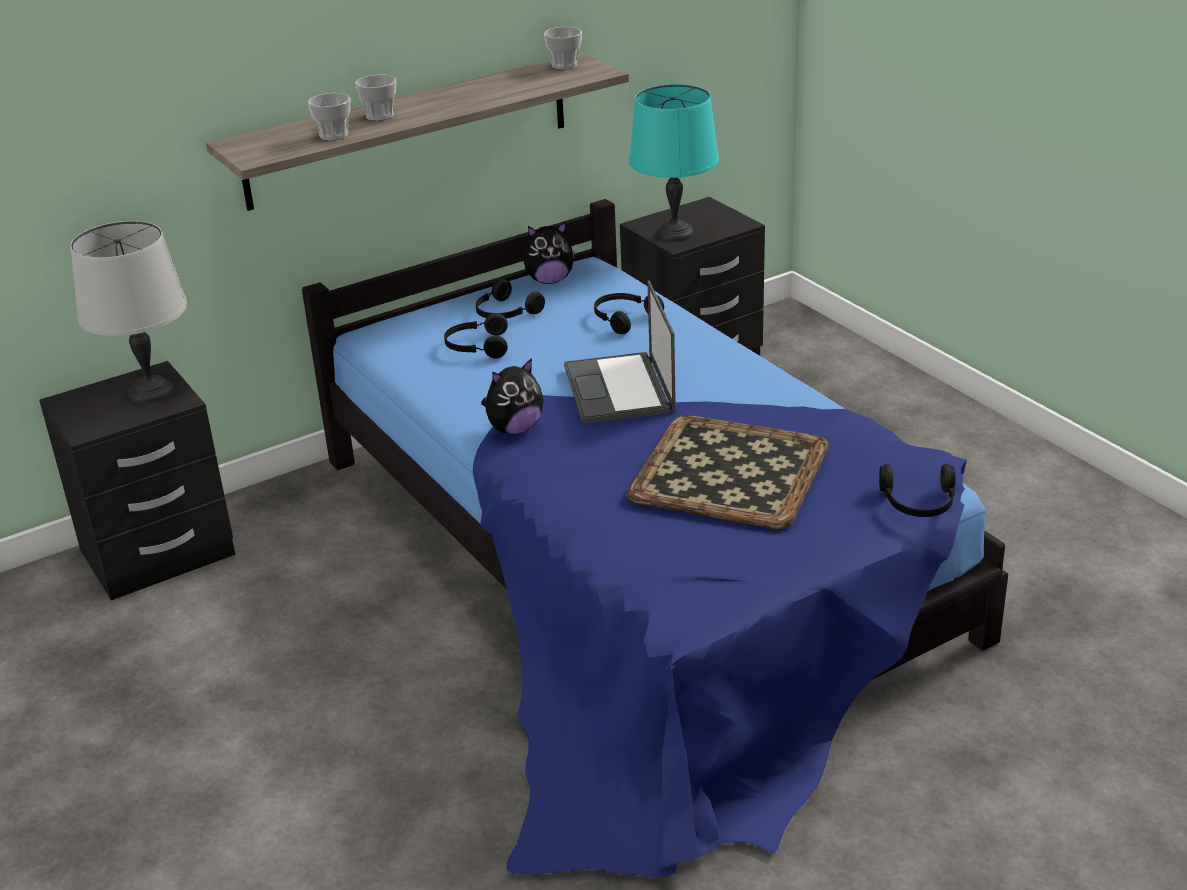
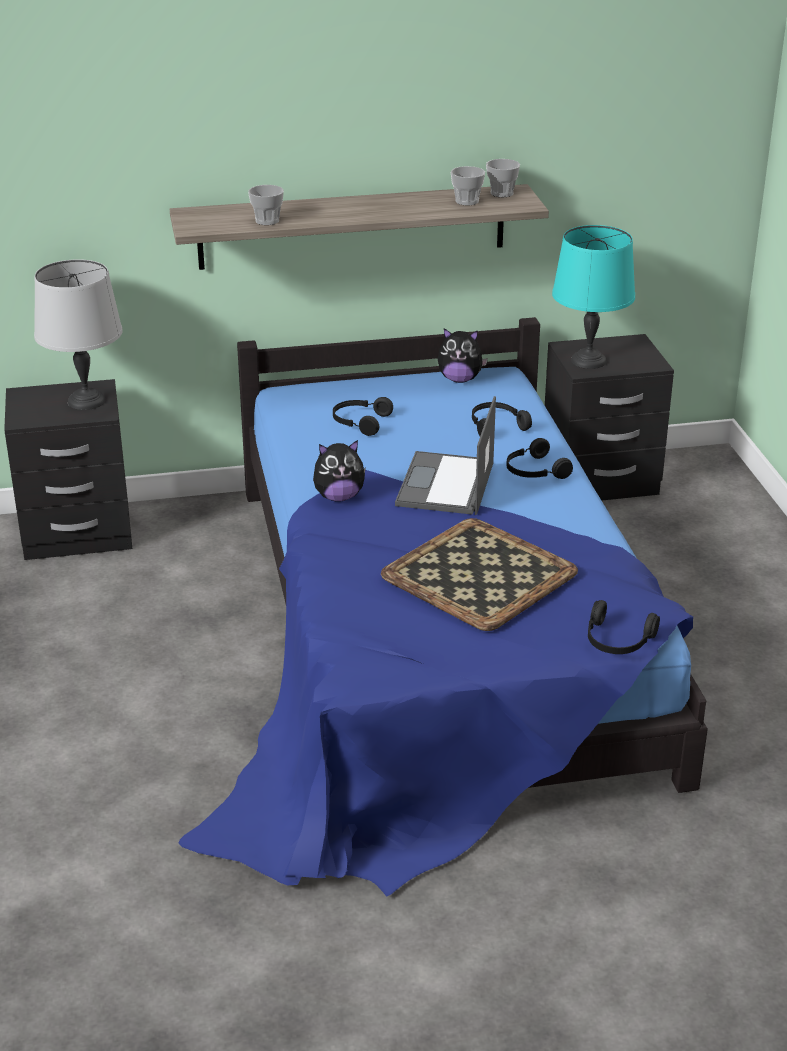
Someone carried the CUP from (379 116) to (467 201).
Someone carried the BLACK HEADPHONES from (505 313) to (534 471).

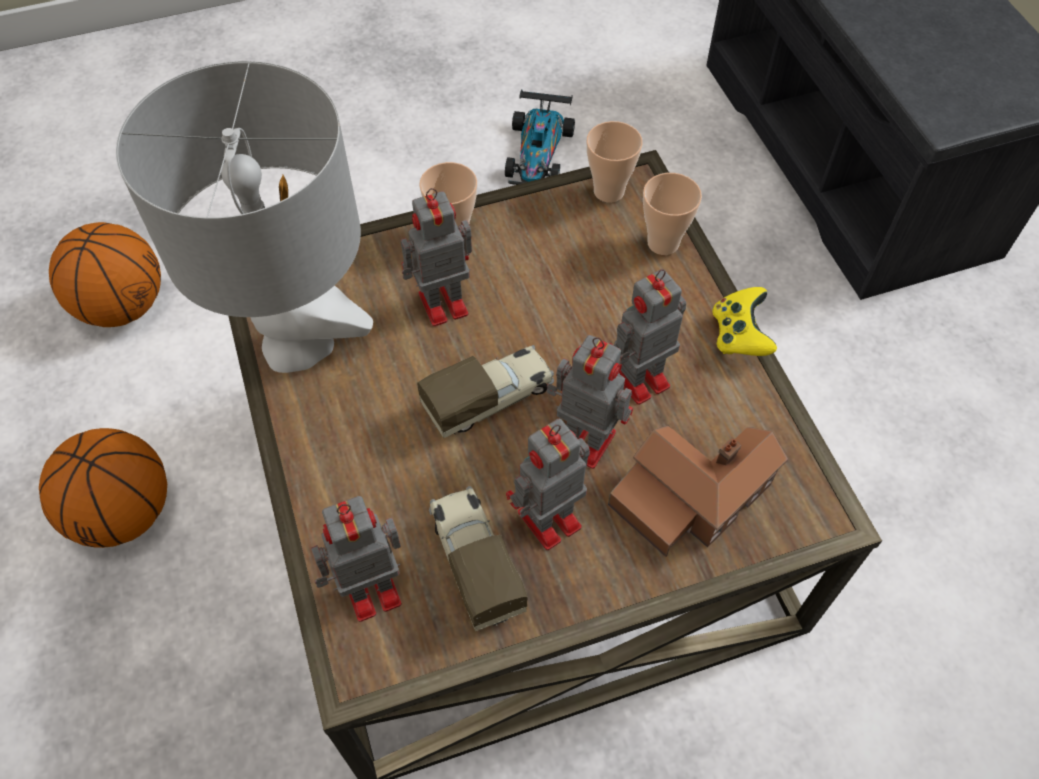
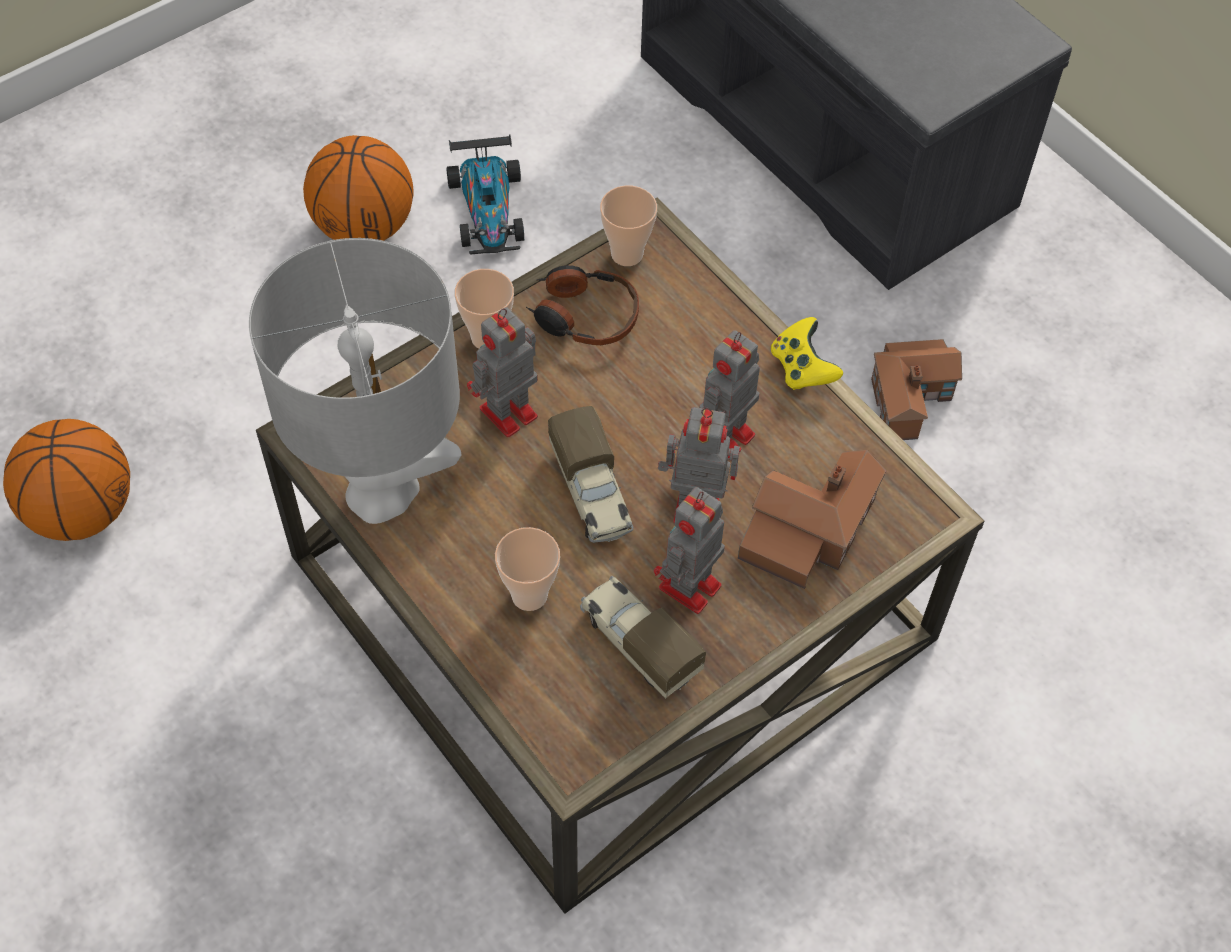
Someone carried the CUP from (663 243) to (529 595).
Someone rotated the TOY TRUCK at (490 398) by 120 degrees clockwise.
Someone carried the BASKETBALL from (124 513) to (364 227).
Someone took away the TOY ROBOT at (368 591).
Someone put down the HEADPHONES at (584 315).
Someone put down the TOY HOUSE at (910 395).

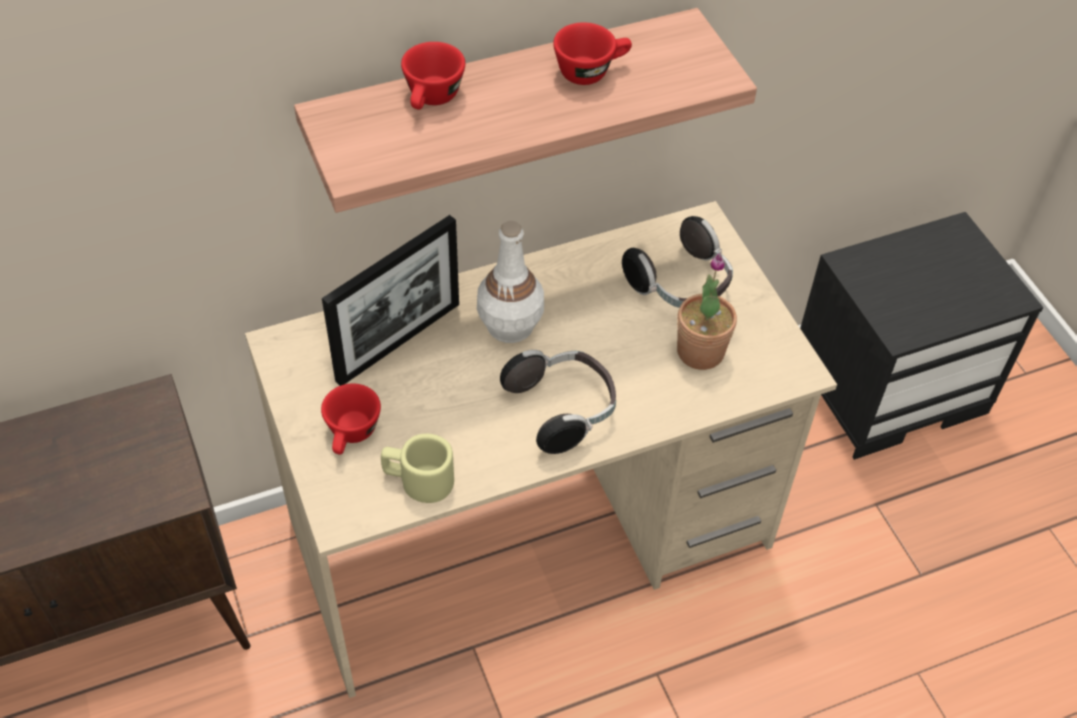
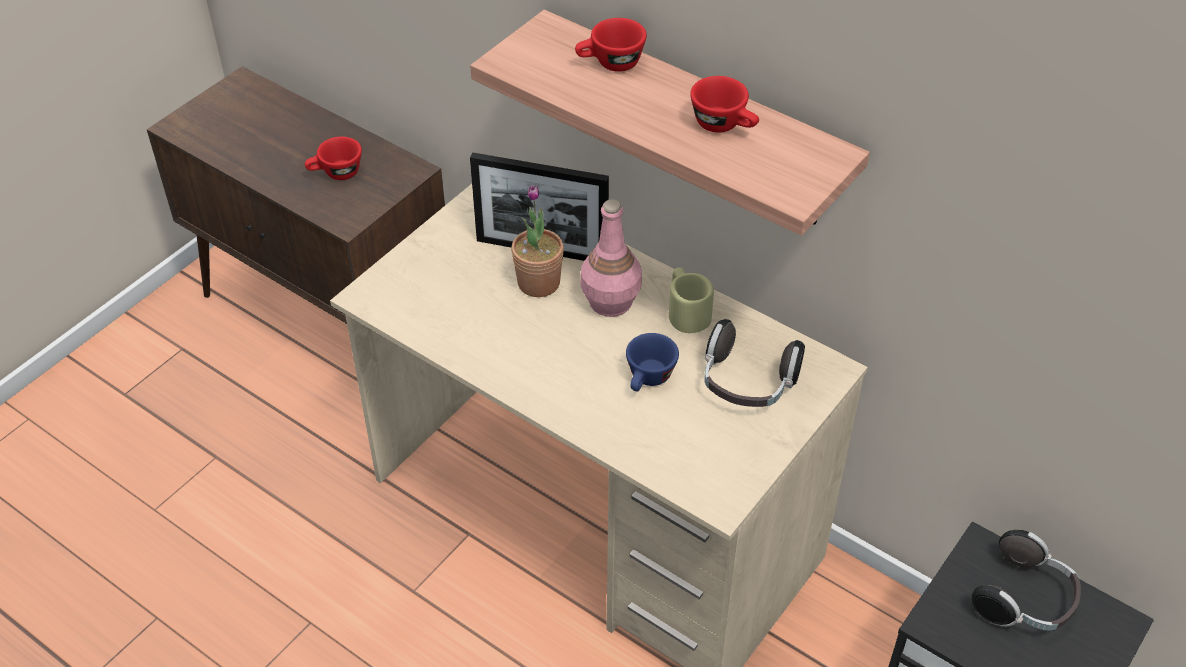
Someone repainted the WHITE BOTTLE at (509 325), which became the PINK BOTTLE at (610 301).
Someone carried the POTTED PLANT from (700 351) to (538 283).
Someone carried the HEADPHONES from (563 409) to (1025 600).
Someone carried the RED CUP from (352 435) to (336 173).
Someone carried the BEIGE MUG from (418 480) to (686 312).
Someone put down the BLUE CUP at (648 379).

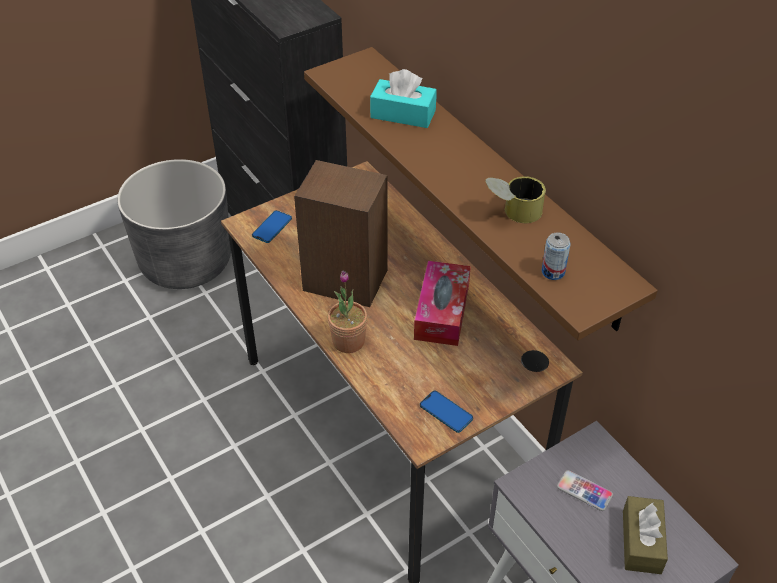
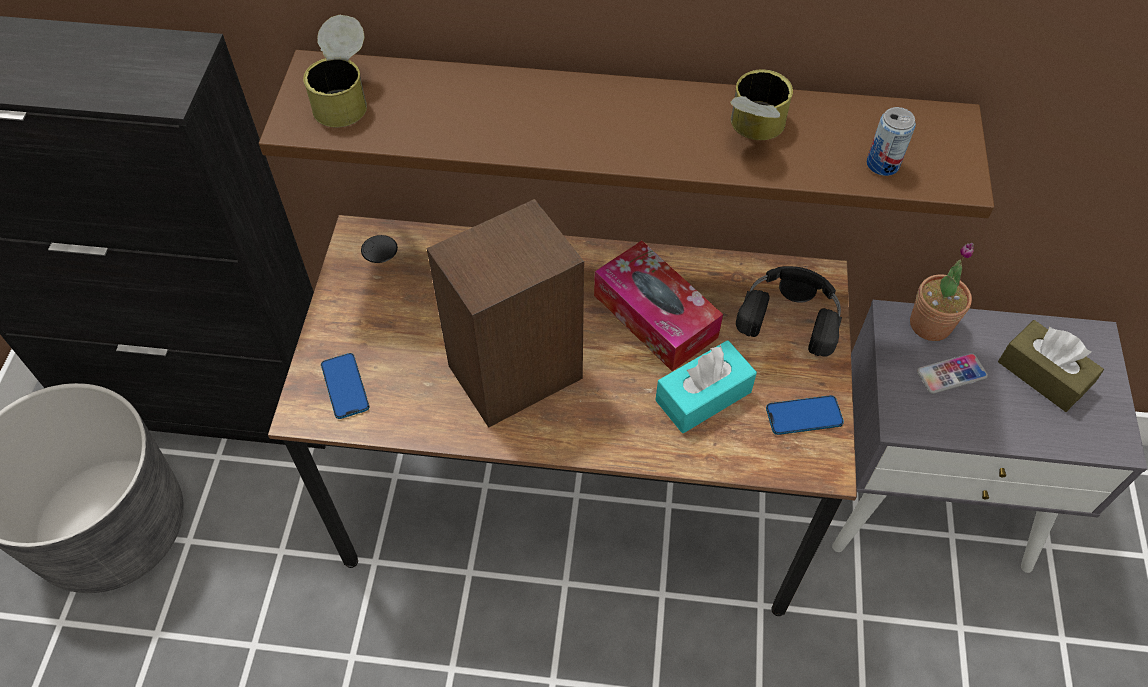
Someone carried the TURQUOISE TISSUE BOX from (403 114) to (703 396).
Someone carried the POTTED PLANT from (348 341) to (930 324).
Someone put down the CAN at (345 96).
Someone put down the BLACK HEADPHONES at (791 312).

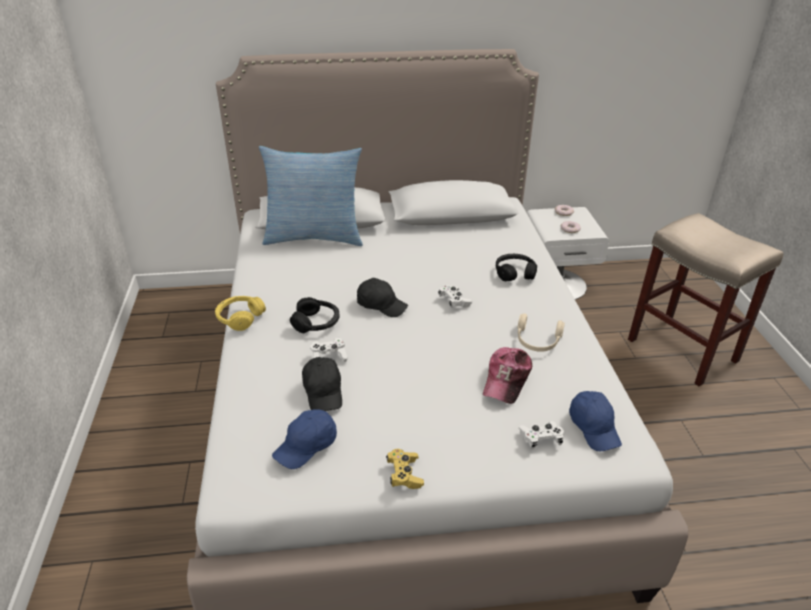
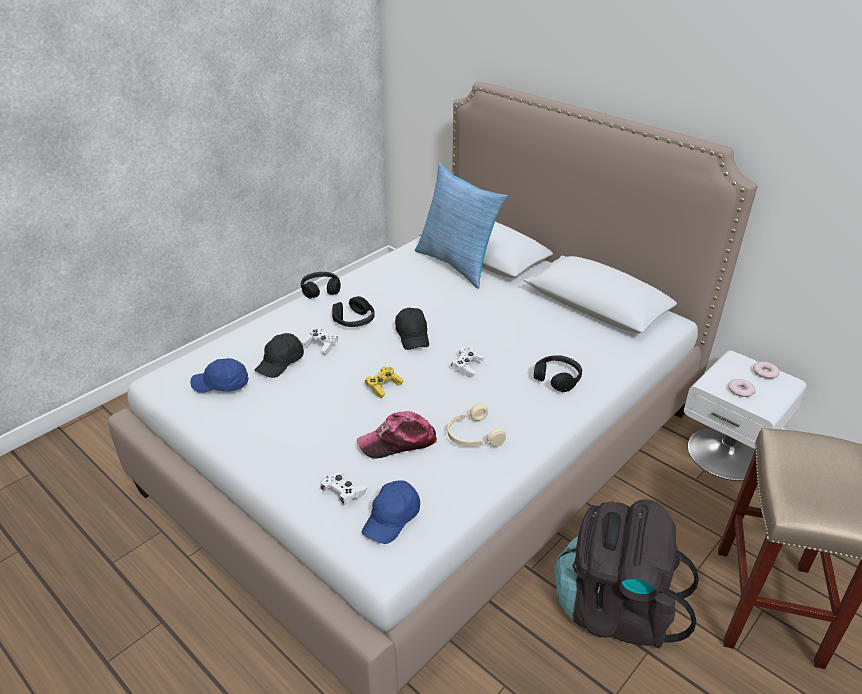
Someone repainted the YELLOW HEADPHONES at (240 318), which became the BLACK HEADPHONES at (321 290).
Someone carried the YELLOW GAME CONTROLLER from (404 474) to (383 387).
Someone put down the BLACK BACKPACK at (615 608).

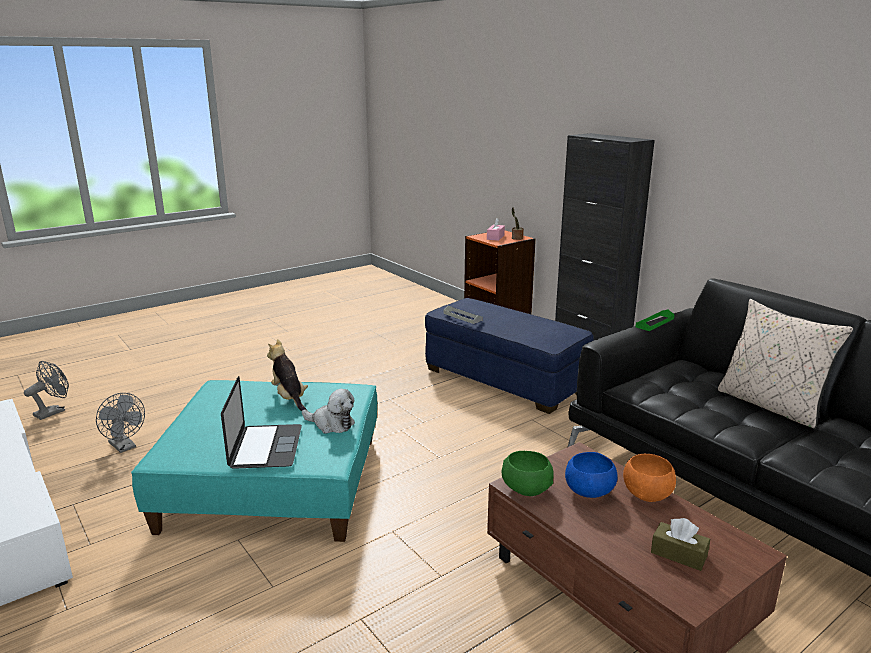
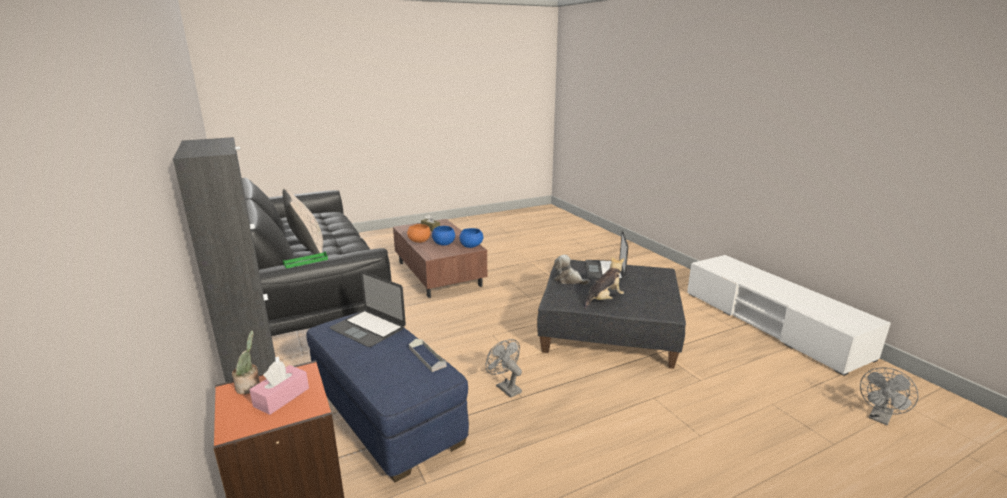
Someone rotated the PLUSH TOY at (289 398) by 105 degrees counterclockwise.
Someone repainted the TURQUOISE OTTOMAN at (272 483), which became the GREY OTTOMAN at (609 328).
Someone carried the GREY FAN from (125 447) to (505 387).
Someone repainted the GREEN BOWL at (525 490), which became the BLUE BOWL at (471 246).
Someone put down the LAPTOP at (368 328).

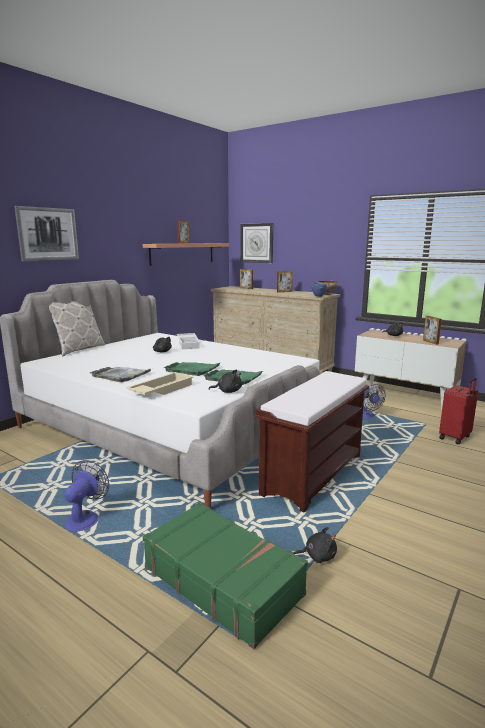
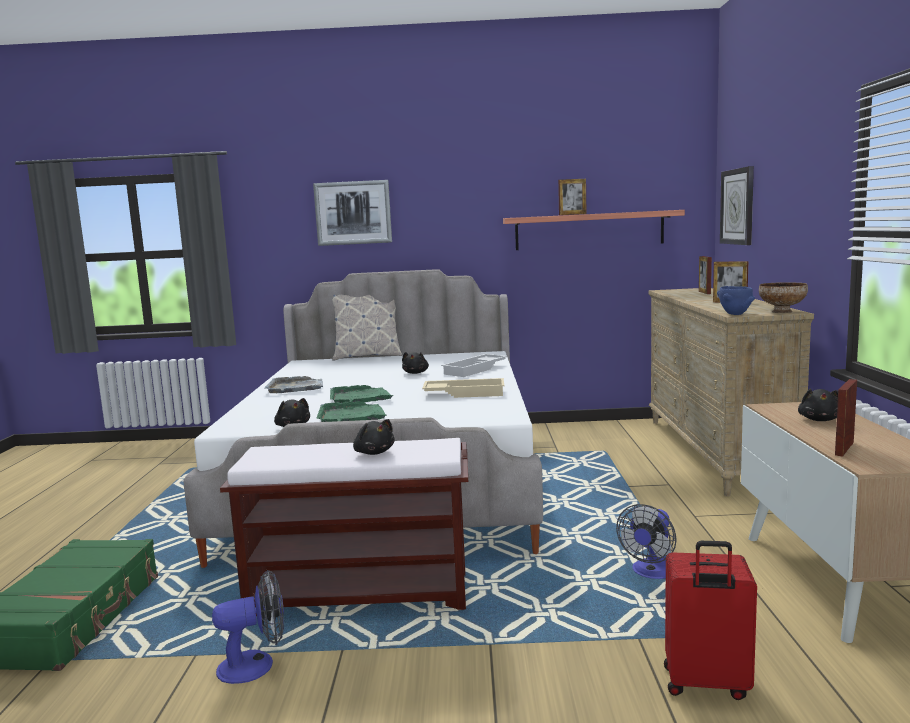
Someone carried the BEIGE TRAY from (161 389) to (465 393).
Someone carried the FAN from (85 517) to (256 665).
Someone carried the BLACK PLUSH TOY from (318 556) to (373 452).

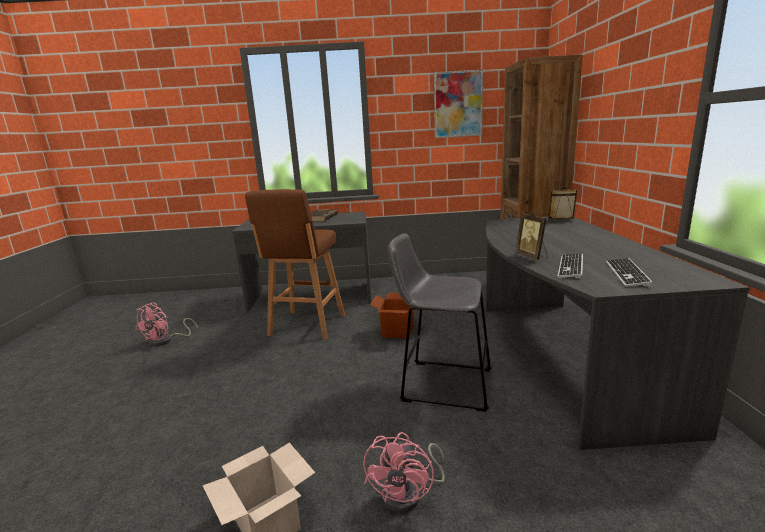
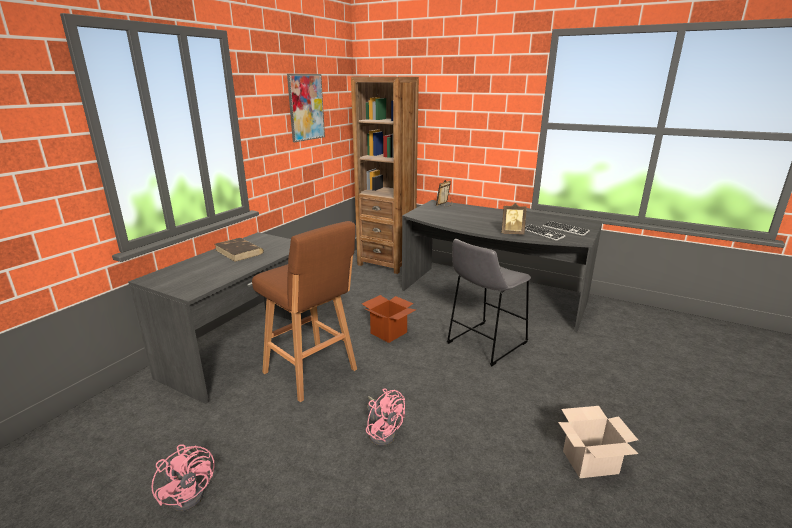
Someone carried the PINK FAN from (409 494) to (382 432).

